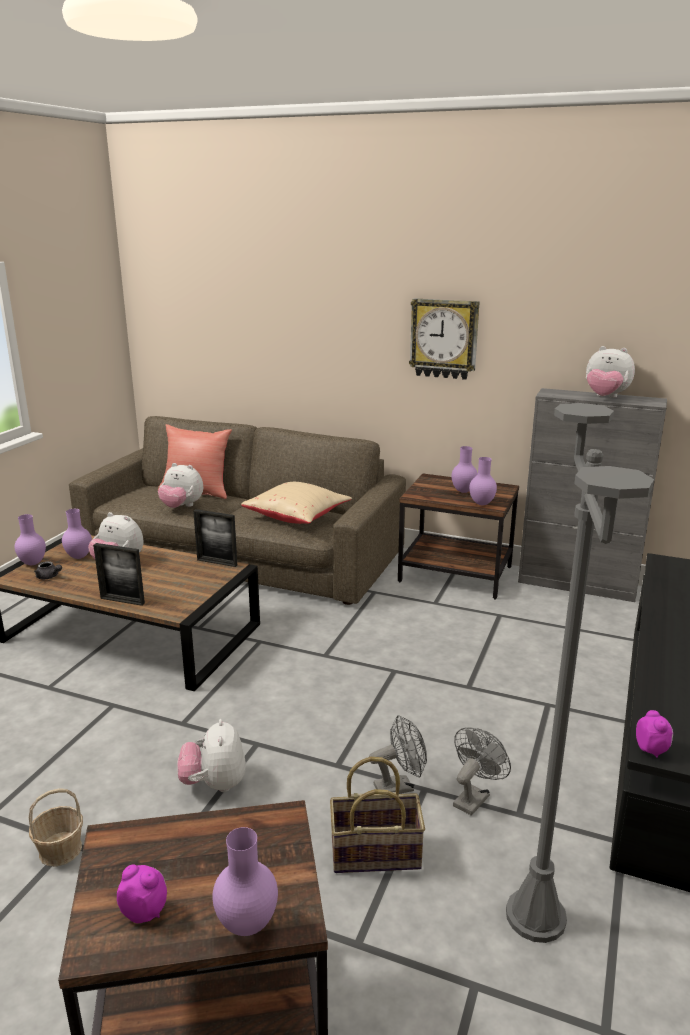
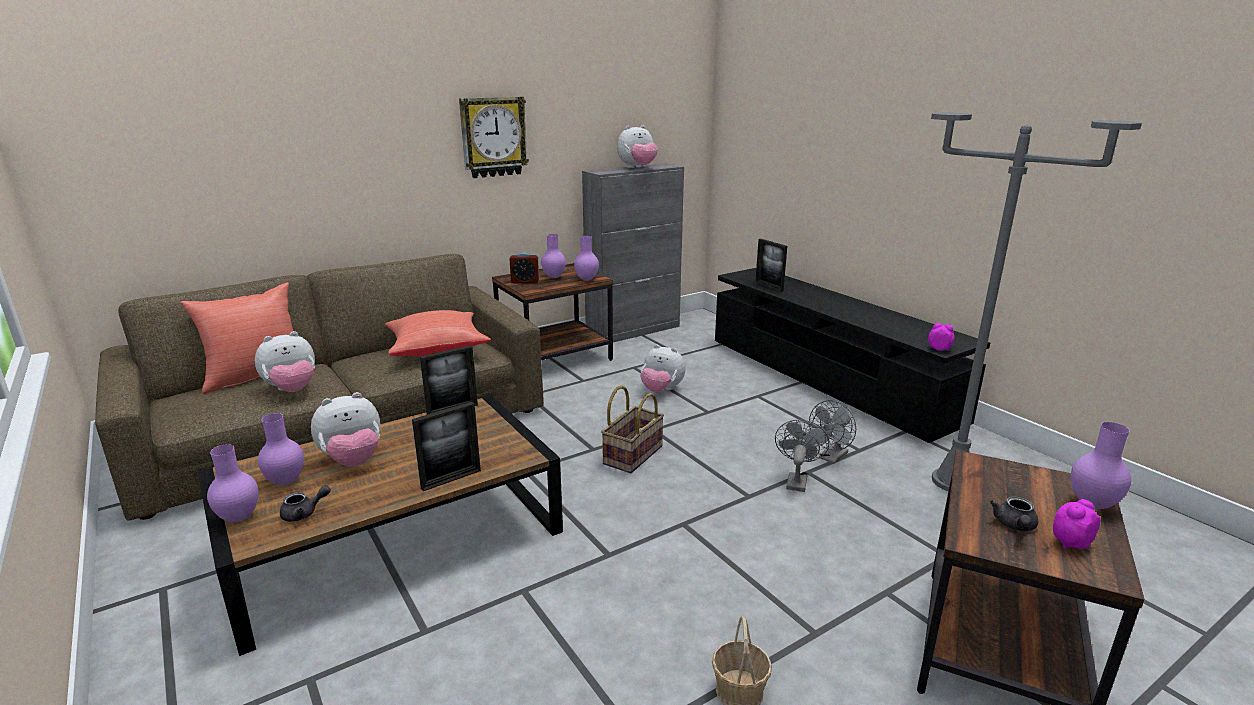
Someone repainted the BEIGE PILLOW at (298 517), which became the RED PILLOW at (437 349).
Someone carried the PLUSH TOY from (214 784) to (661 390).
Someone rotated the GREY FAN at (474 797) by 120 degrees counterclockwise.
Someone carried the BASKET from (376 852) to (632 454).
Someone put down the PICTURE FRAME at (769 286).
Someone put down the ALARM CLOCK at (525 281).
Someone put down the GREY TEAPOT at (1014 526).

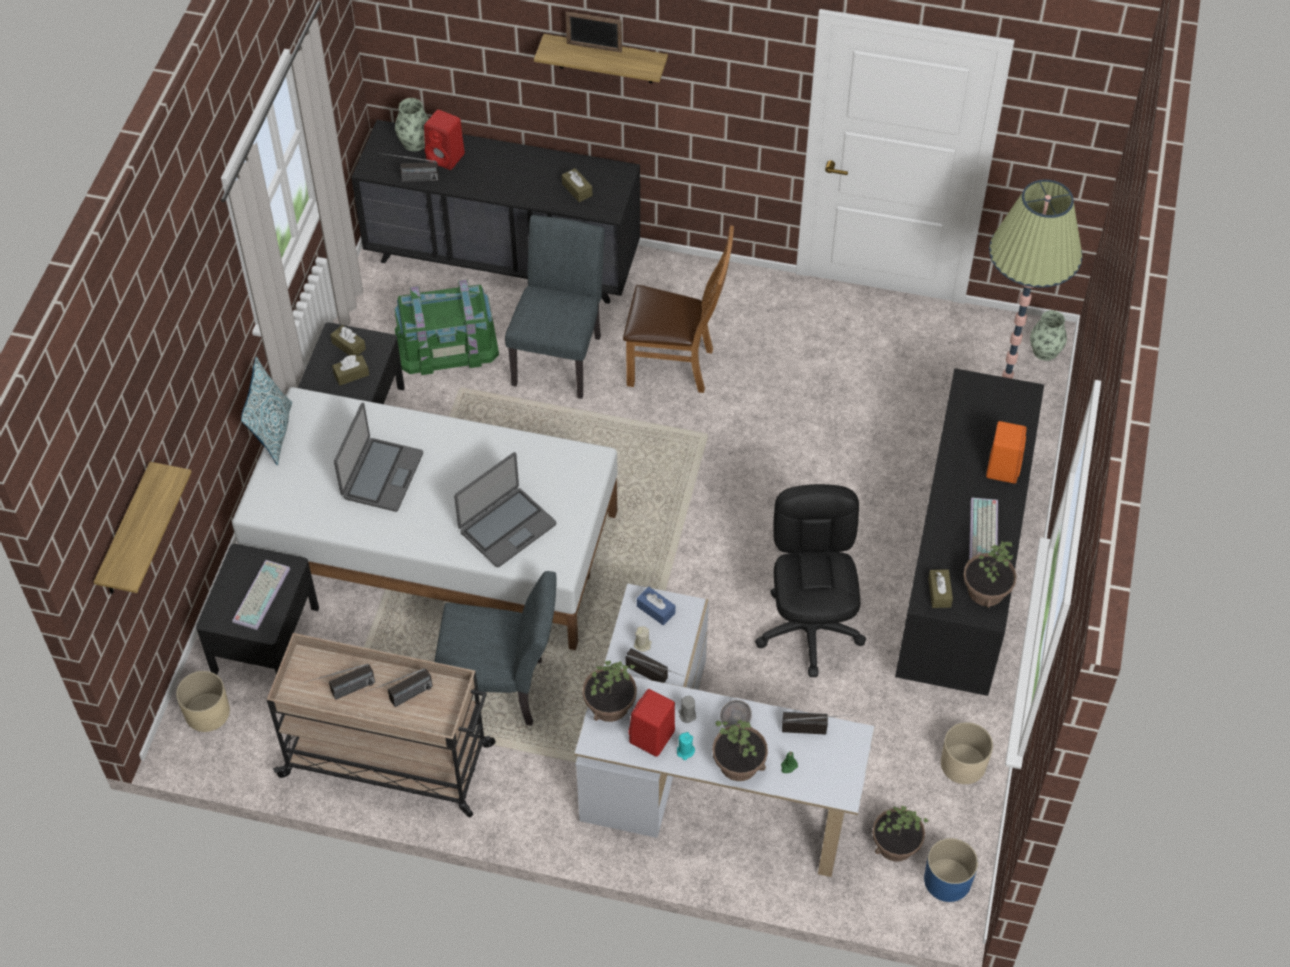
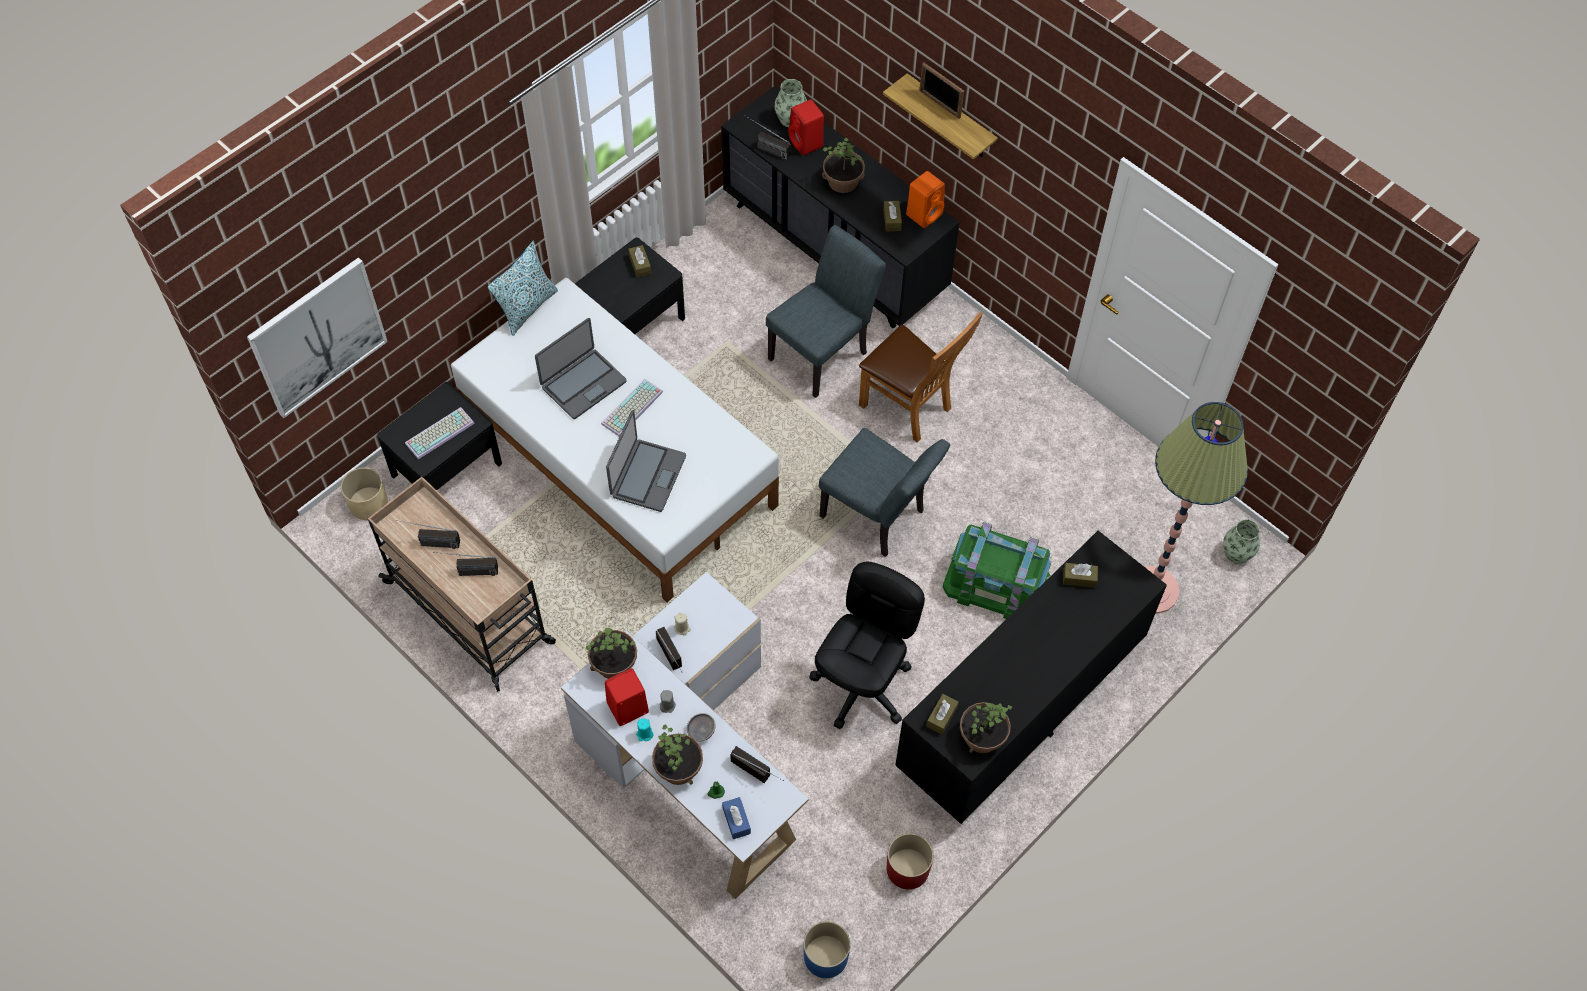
Someone carried the GREEN STORAGE BOX from (447 343) to (996 582).
Someone carried the BROWN TISSUE BOX from (351 374) to (1079 578).
Someone carried the ORANGE SPEAKER from (1002 467) to (924 214).
Someone rotated the LAPTOP at (507 527) by 60 degrees counterclockwise.
Someone swapped the SHELF at (126 534) for the PICTURE at (318 337).
Someone carried the KEYBOARD from (985 533) to (632 409).
Someone carried the GREY CHAIR from (501 690) to (879 518).
Someone carried the BLUE TISSUE BOX from (656 610) to (736 820).
Someone repainted the BEIGE PLANTER at (963 764), which became the RED PLANTER at (908 869).
Someone carried the POTTED PLANT from (895 844) to (843 181).

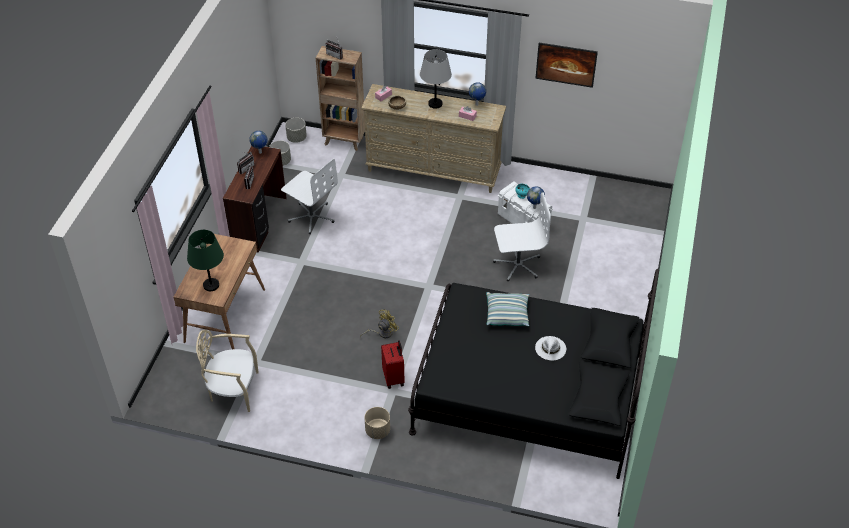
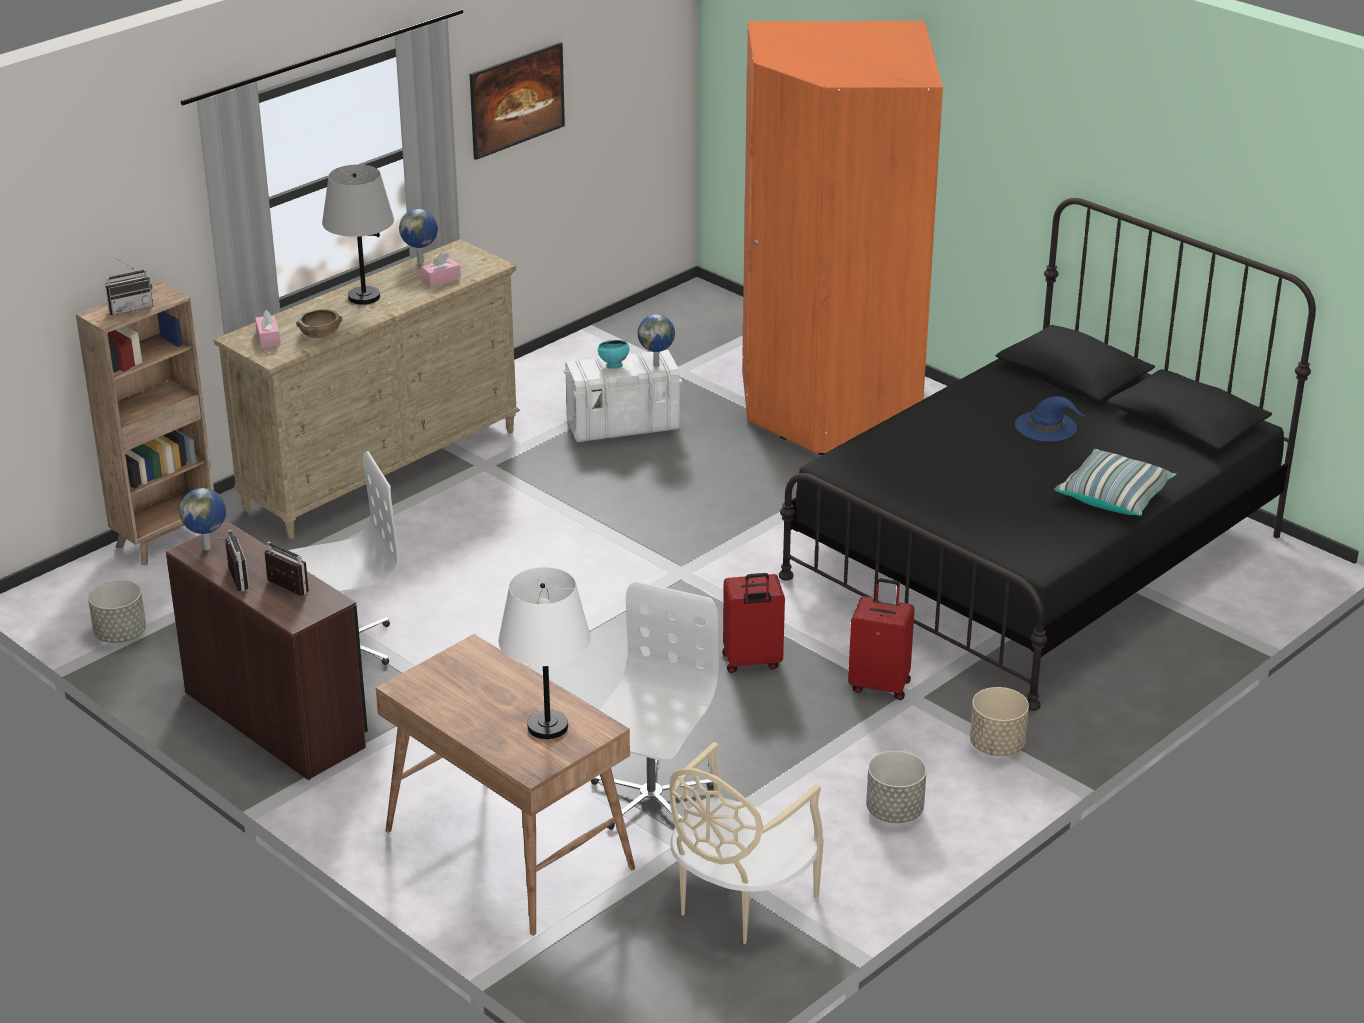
Someone carried the GREY PLANTER from (297 138) to (895 811).
Someone carried the WHITE OFFICE CHAIR from (517 265) to (650 798).
Someone repainted the GREEN TABLE LAMP at (211 285), which became the WHITE TABLE LAMP at (548 726).
Someone carried the PILLOW from (507 314) to (1114 496).
Someone swapped the YELLOW FAN at (382 333) for the RED SUITCASE at (752 662).
Someone repainted the WHITE HAT at (550 348), which became the BLUE HAT at (1047 426).
Someone put down the ORANGE WARDROBE at (833 410).

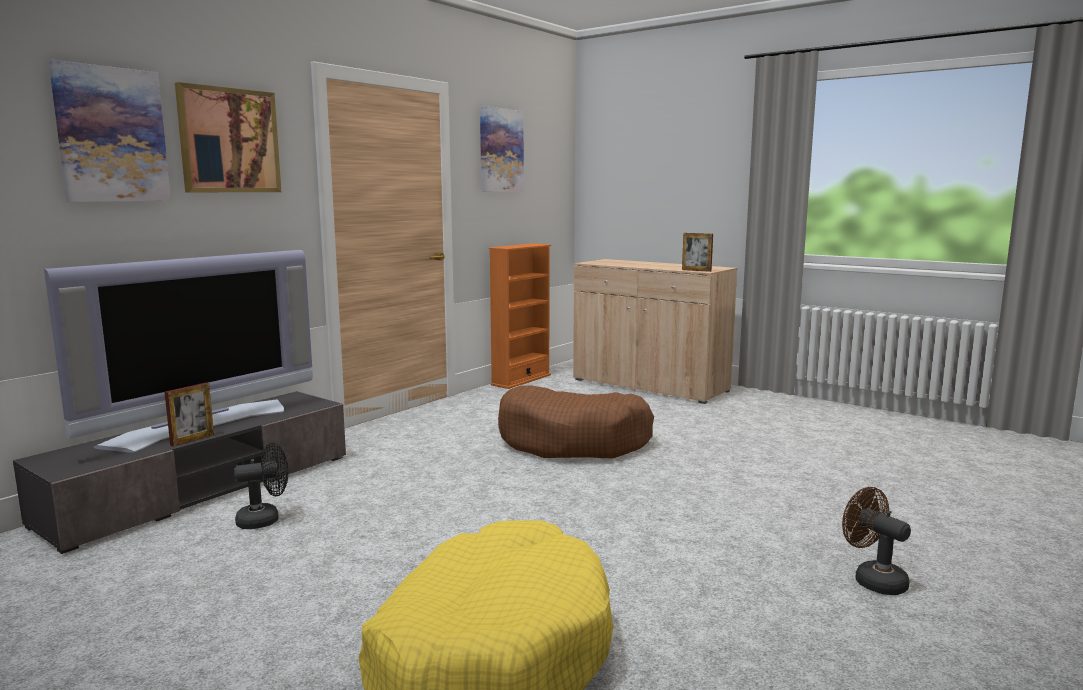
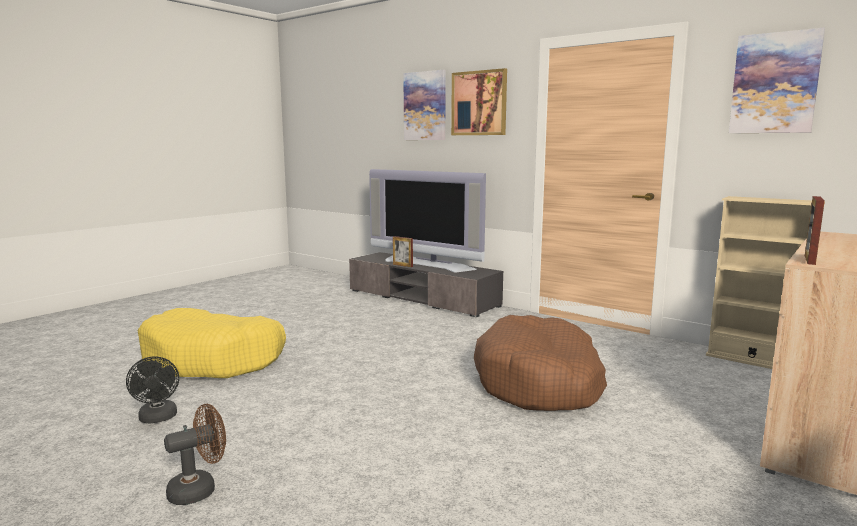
Someone repainted the ORANGE BOOKCASE at (521 380), which became the BEIGE BOOKCASE at (752 360).
Someone carried the BLACK FAN from (265 520) to (158 418).

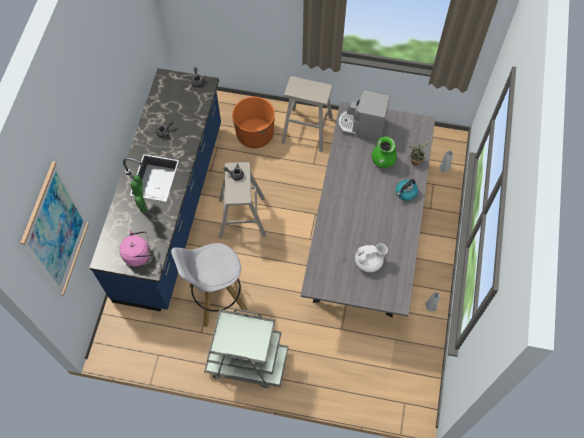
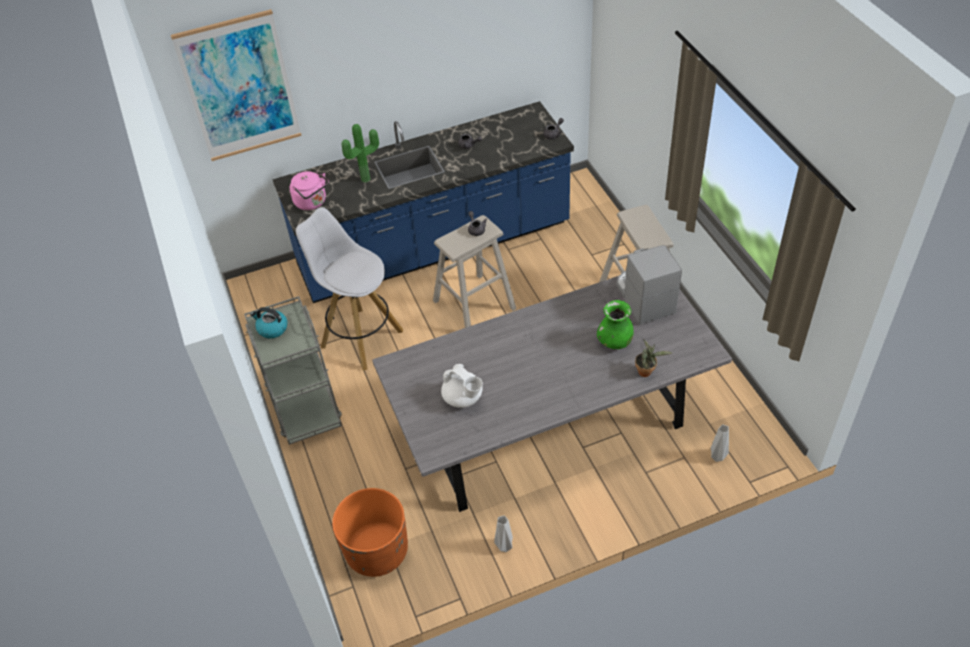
Someone carried the ORANGE PLANTER from (255 134) to (377 551).
Someone carried the KETTLE from (405 193) to (272 329).

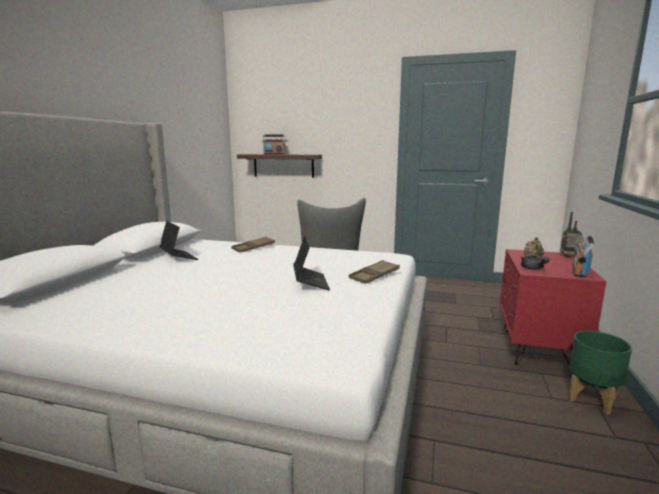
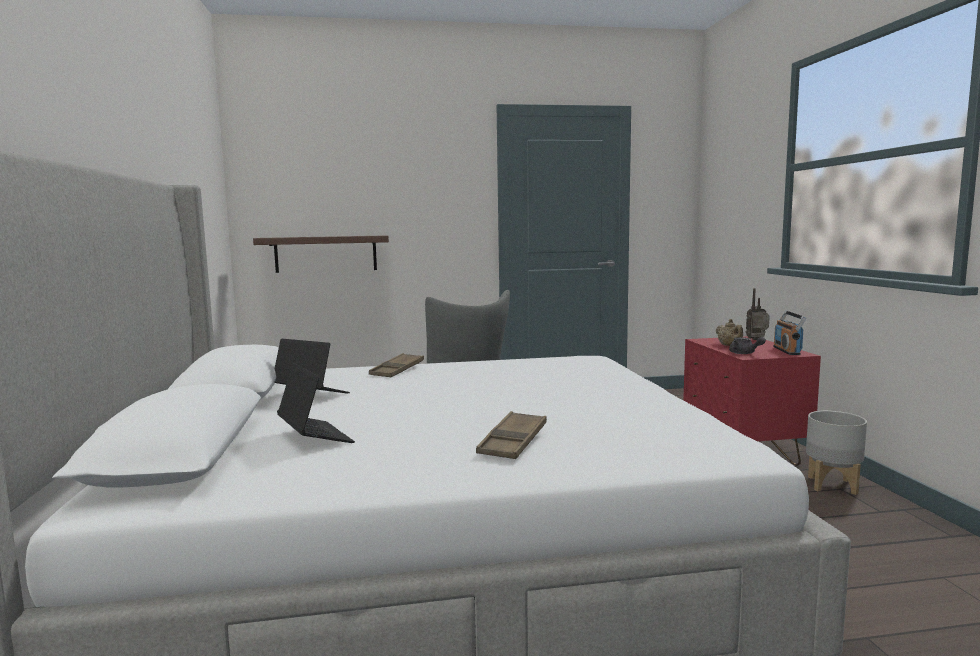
Someone took away the RADIO at (274 154).
Someone carried the LAPTOP from (310 282) to (315 437).
Someone carried the BROWN TRAY from (374 276) to (513 442).
Someone repainted the GREEN PLANTER at (592 399), which became the GREY PLANTER at (832 485).

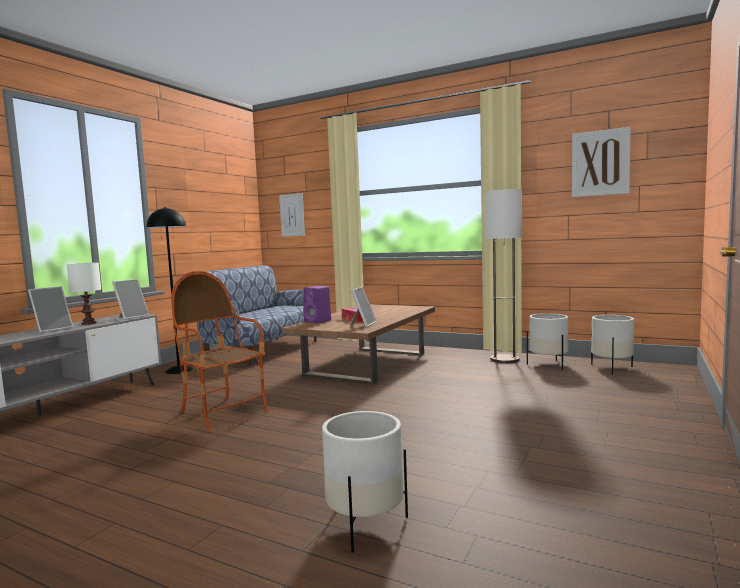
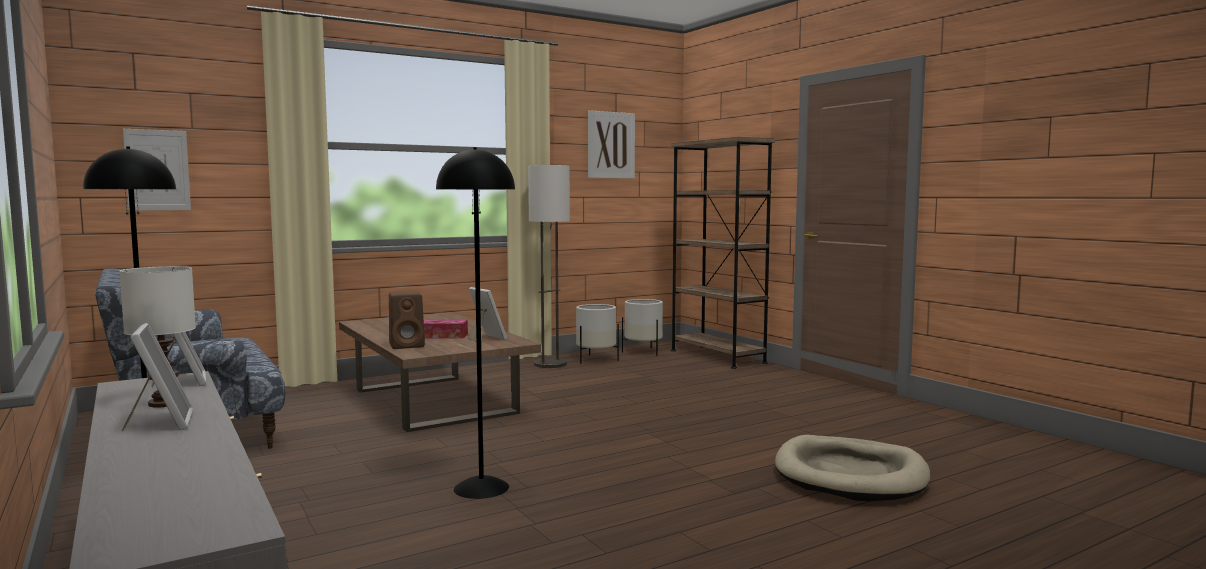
Someone swapped the ARMCHAIR at (223 413) for the BLACK FLOOR LAMP at (481 487).
Someone repainted the PURPLE SPEAKER at (318 321), which became the BROWN SPEAKER at (408 345).
Someone swapped the WHITE PLANTER at (365 525) for the BEIGE DOG BED at (850 475).
Someone put down the BROWN BOOKCASE at (717 356).

